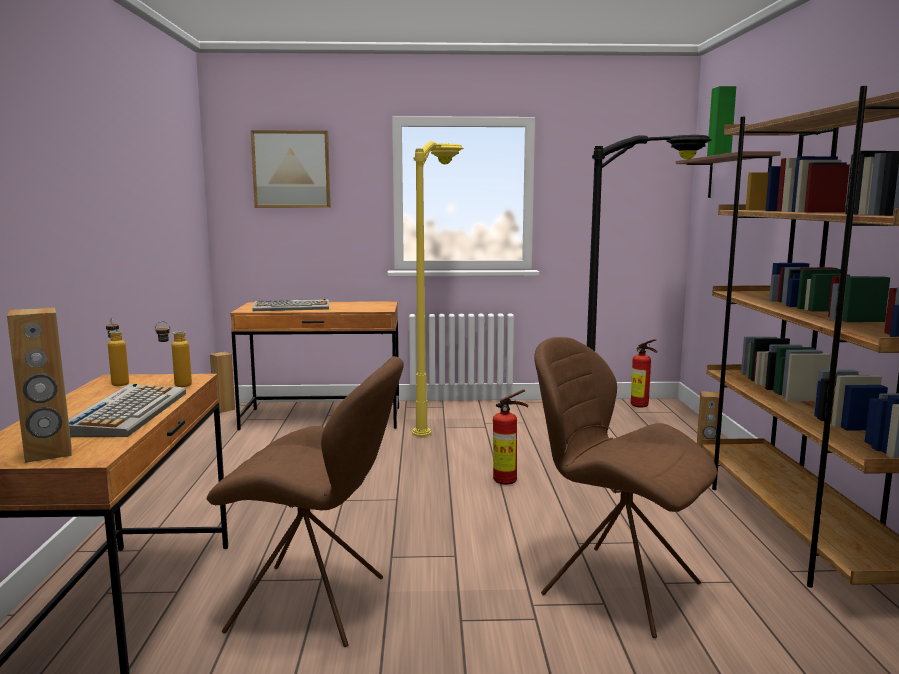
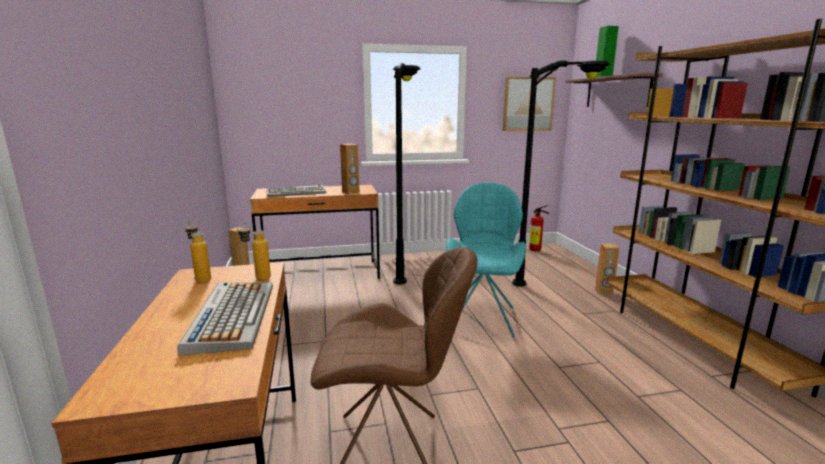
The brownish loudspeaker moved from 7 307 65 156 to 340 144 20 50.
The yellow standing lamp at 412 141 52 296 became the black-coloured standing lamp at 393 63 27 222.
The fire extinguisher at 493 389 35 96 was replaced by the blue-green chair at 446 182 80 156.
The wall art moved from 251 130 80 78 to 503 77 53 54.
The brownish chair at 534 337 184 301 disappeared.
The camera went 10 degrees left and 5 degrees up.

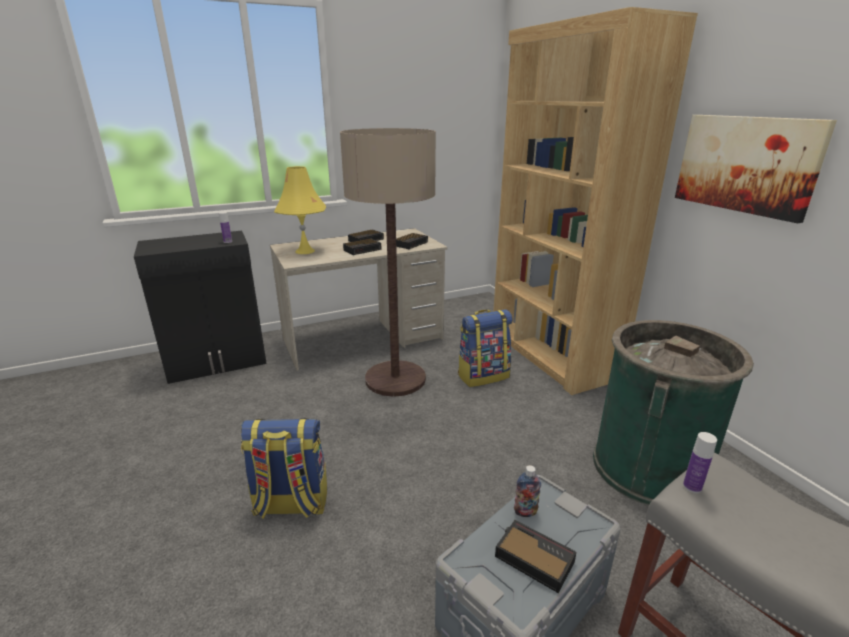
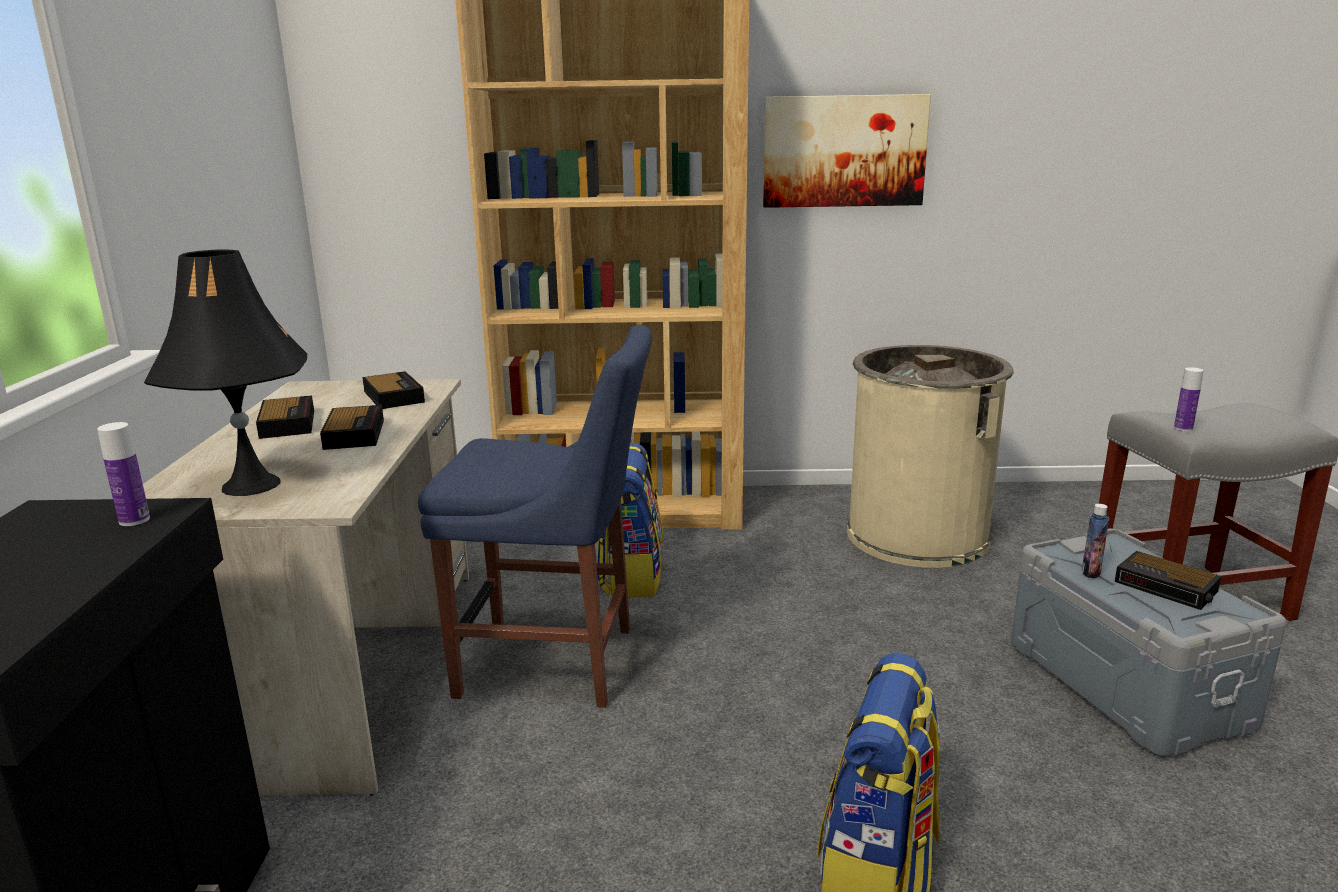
The yellow tabletop lamp at 274 166 52 88 became the black-coloured tabletop lamp at 144 249 163 247.
The standing lamp at 340 128 96 269 was replaced by the blue chair at 418 325 234 383.
The greenish trash can at 593 320 161 186 became the sand-coloured trash can at 847 345 167 223.
The bedside clock at 495 520 81 73 turned 105 degrees counterclockwise.
The camera went 65 degrees left and 5 degrees down.

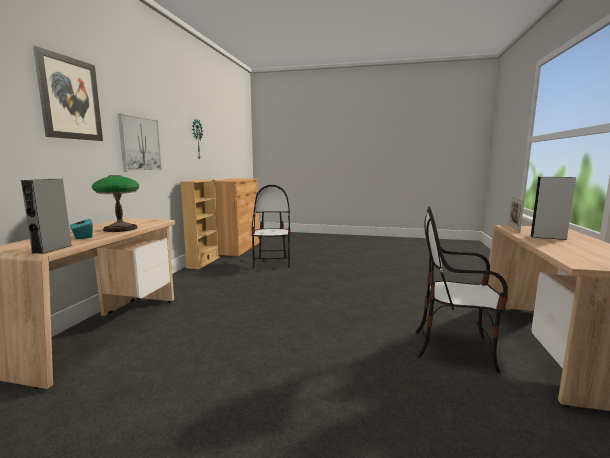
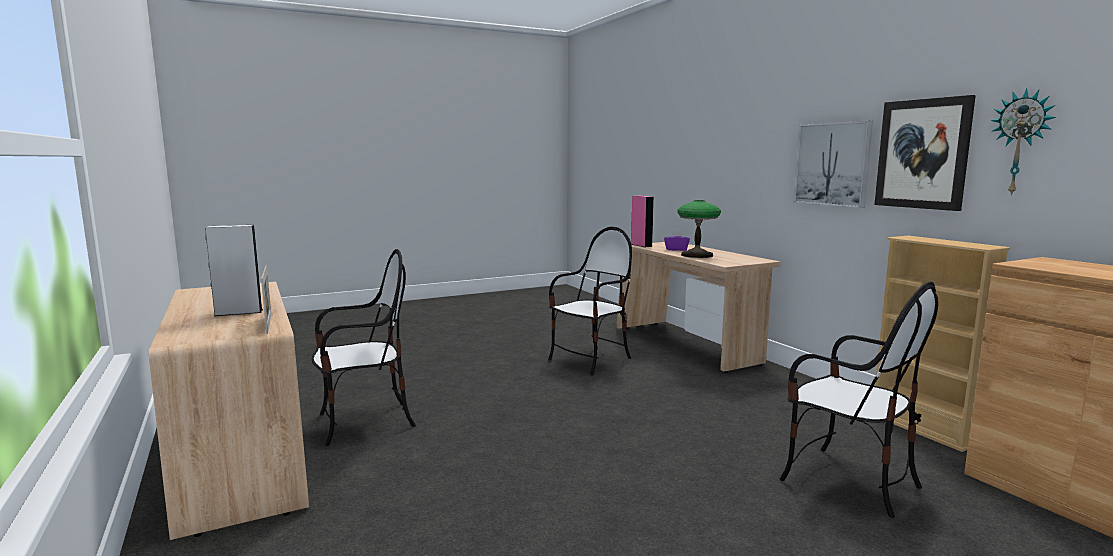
The chair at 548 227 84 148 appeared.
The greyish loudspeaker at 21 179 51 75 became the pinkish loudspeaker at 631 196 23 51.
The blue-green box of tissues at 70 216 23 23 became the purple box of tissues at 664 230 26 21.
The wall art moved from 33 46 70 95 to 874 95 102 116.
The camera went 140 degrees right and 0 degrees up.

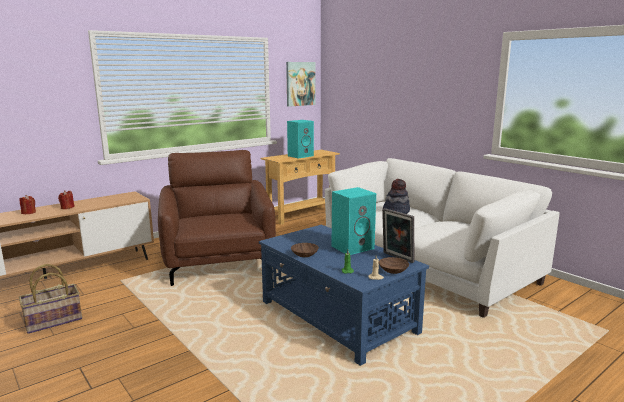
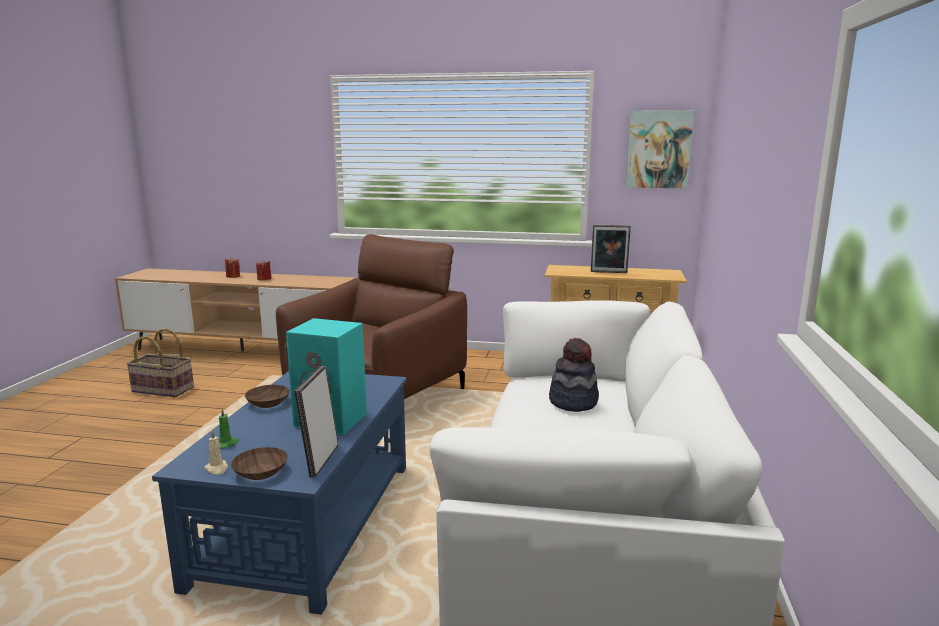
The blue-green loudspeaker at 287 120 27 39 was replaced by the standing frame at 591 225 40 48.
The camera went 50 degrees right and 0 degrees up.

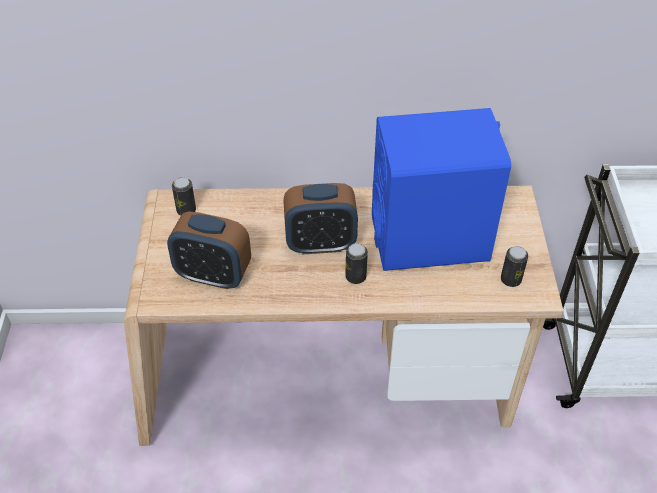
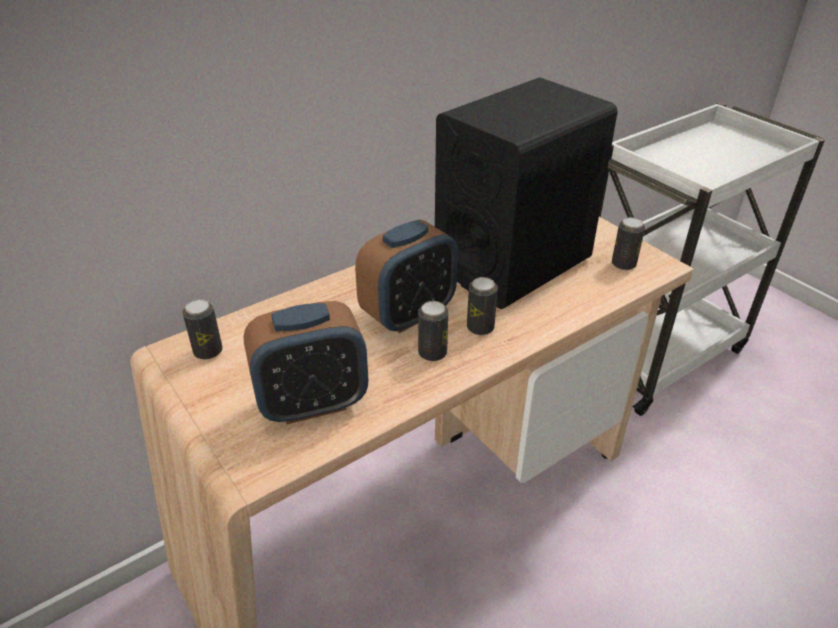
The can at 418 301 30 60 appeared.
The blue loudspeaker at 372 108 139 163 became the black-coloured loudspeaker at 435 77 183 232.
The camera went 35 degrees left and 10 degrees down.

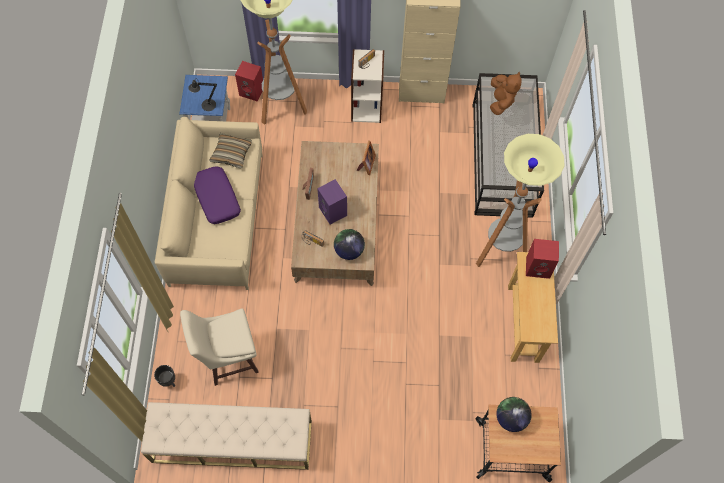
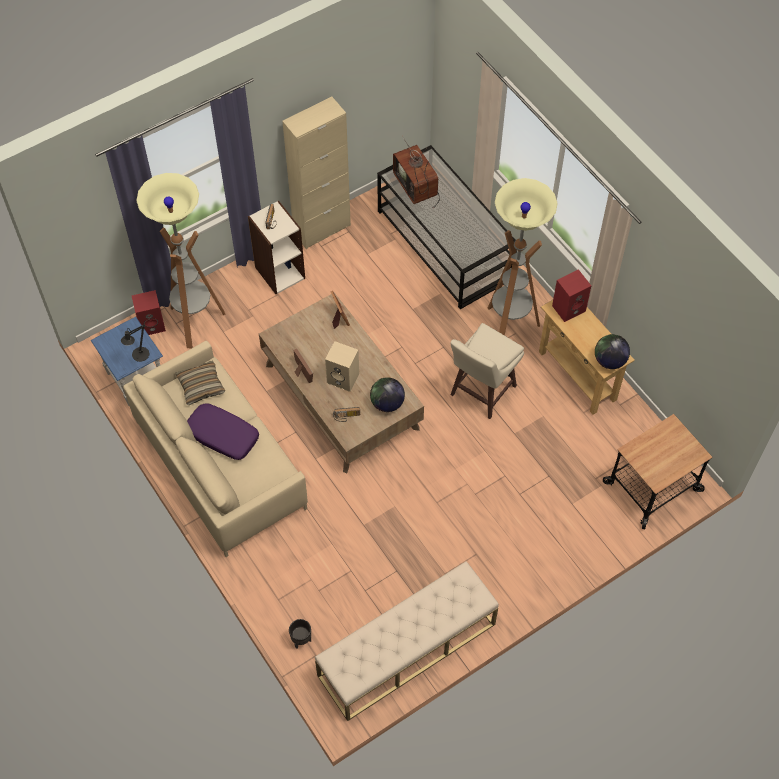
The purple loudspeaker at 317 179 30 45 became the sand-coloured loudspeaker at 325 341 34 51.
The brownish cuddly toy at 490 72 32 43 was replaced by the TV set at 393 136 47 72.
The sand-coloured stool moved from 180 308 79 78 to 450 323 74 96.
The desk globe moved from 496 397 36 35 to 595 334 35 35.
The camera went 35 degrees left and 5 degrees down.

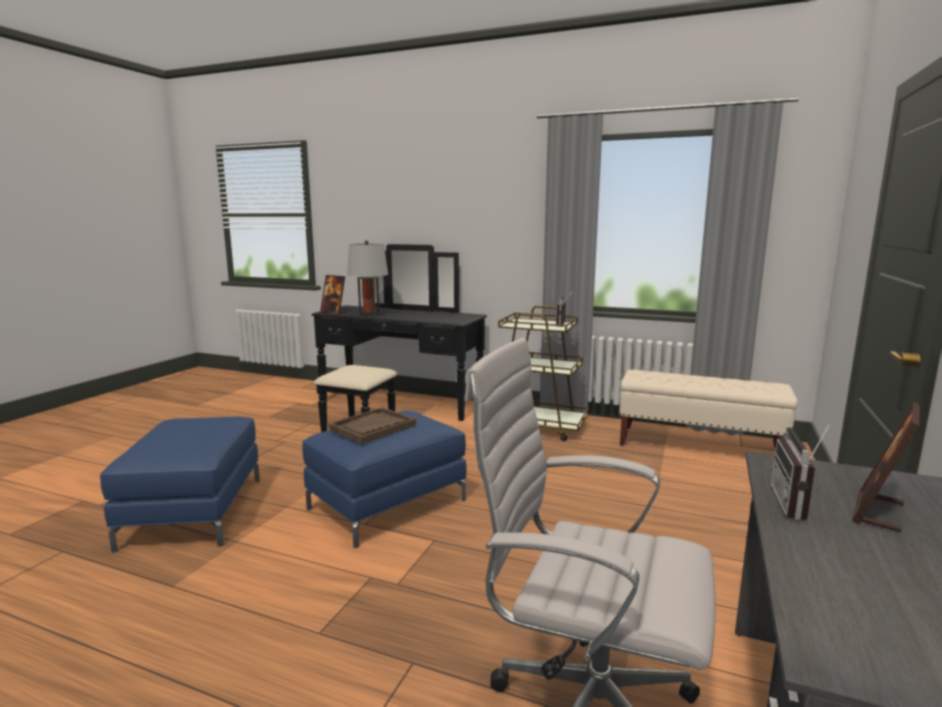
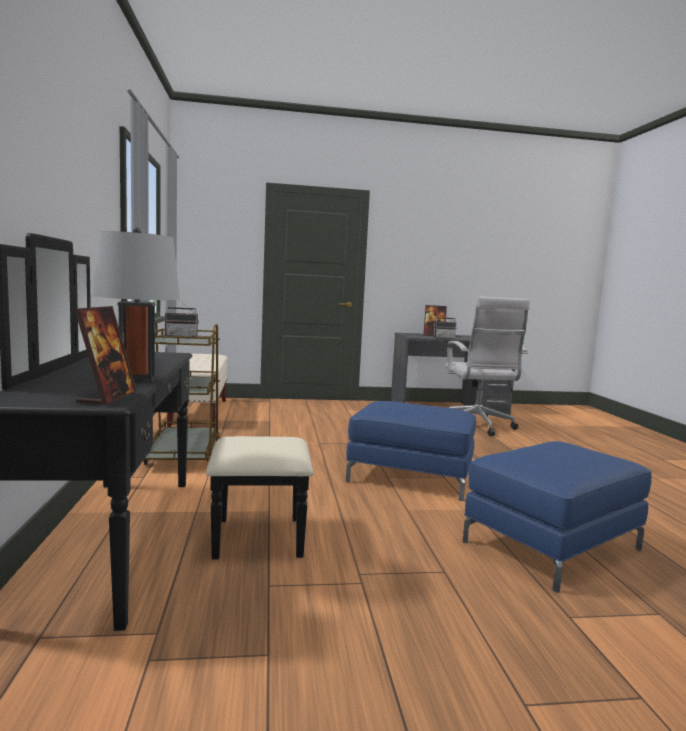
The brownish serving tray at 329 407 87 37 disappeared.
The camera went 120 degrees left and 5 degrees down.

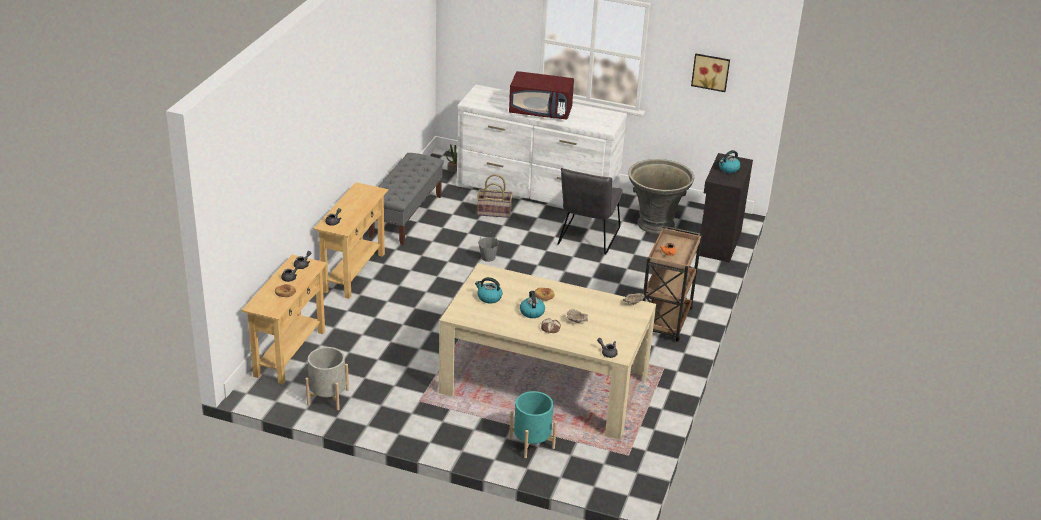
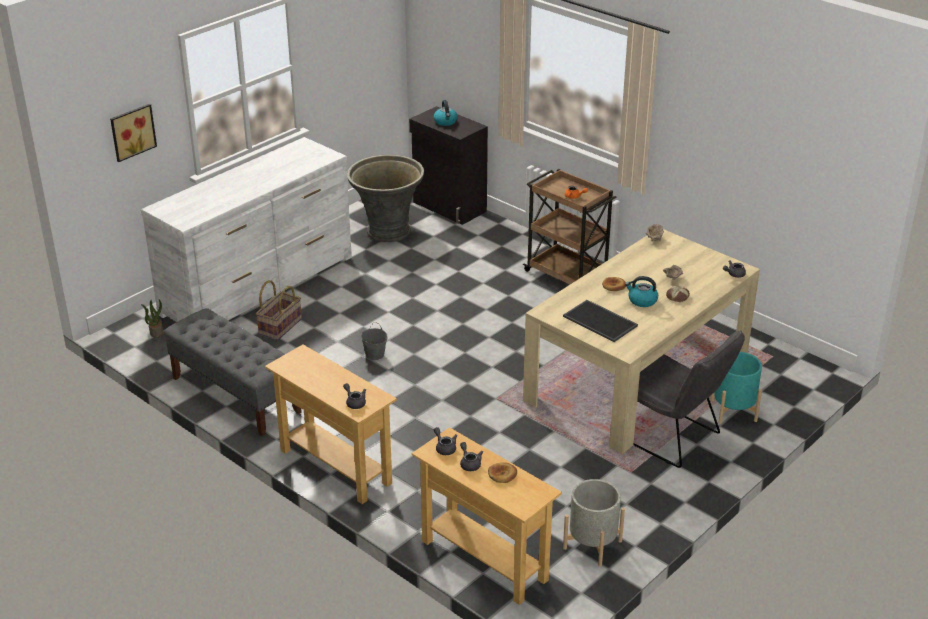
The wall art moved from 691 53 39 39 to 110 104 47 58.
The tea kettle at 475 277 27 27 was replaced by the serving tray at 563 300 75 42.
The greyish chair moved from 557 168 66 87 to 633 330 112 138.
The red-coloured kitchen microwave at 509 71 65 49 disappeared.
The camera went 65 degrees left and 0 degrees up.

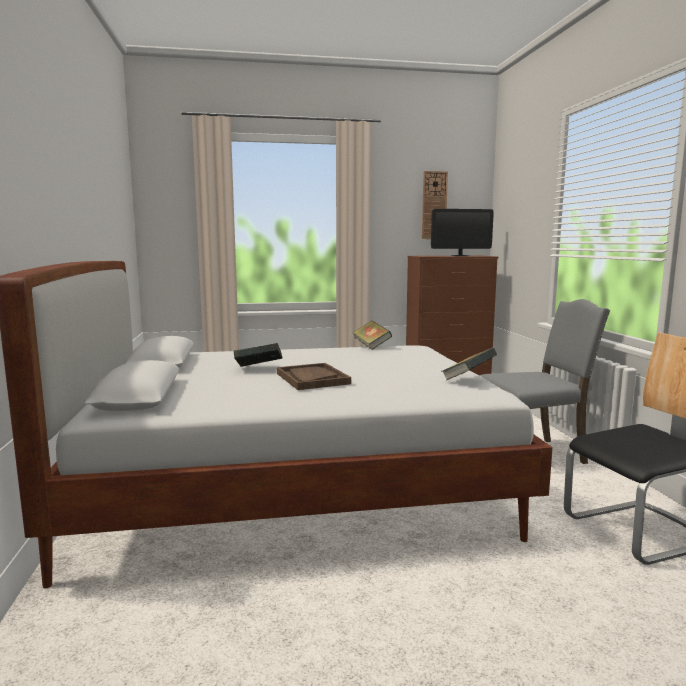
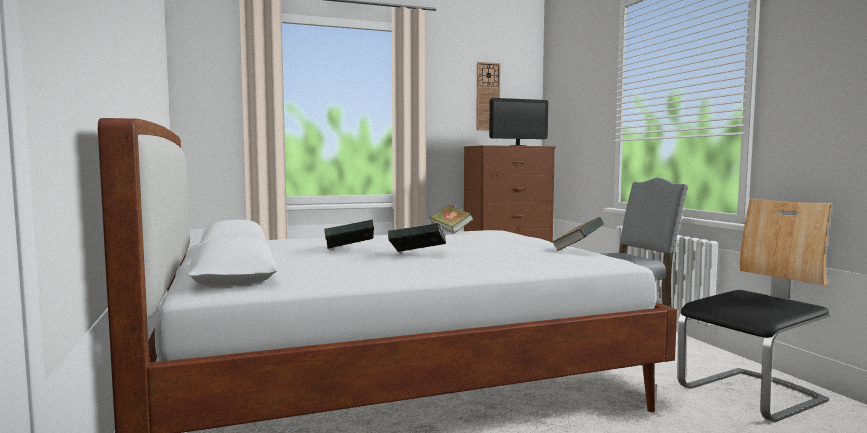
The brownish serving tray at 277 363 74 27 was replaced by the volume at 388 223 58 29.
The camera went 10 degrees left and 5 degrees down.

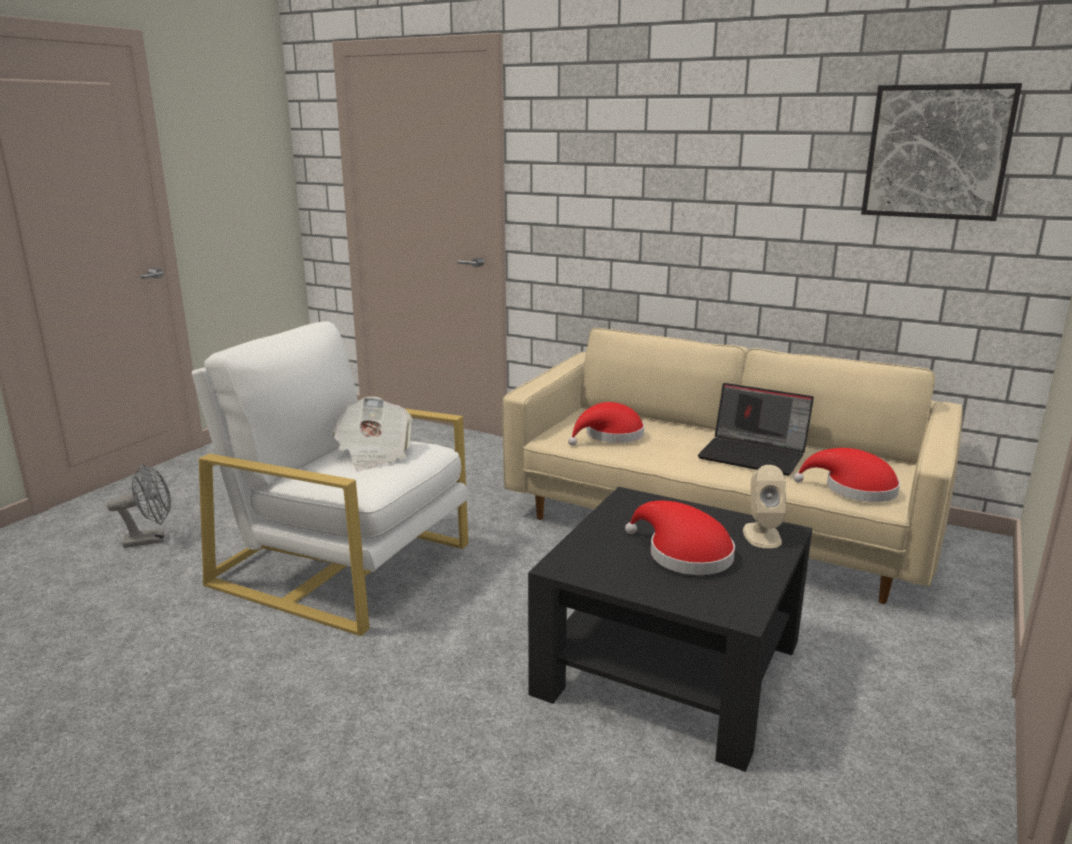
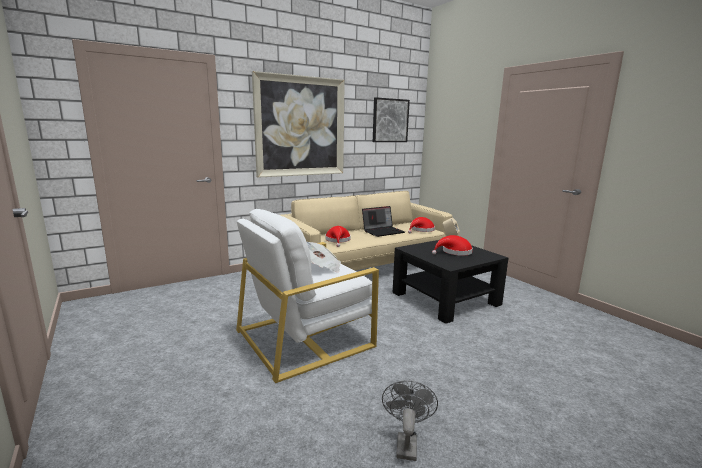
The wall art at 252 71 93 107 appeared.
The greyish cooling fan moved from 107 464 64 84 to 382 380 56 81.
The camera went 60 degrees left and 5 degrees down.

